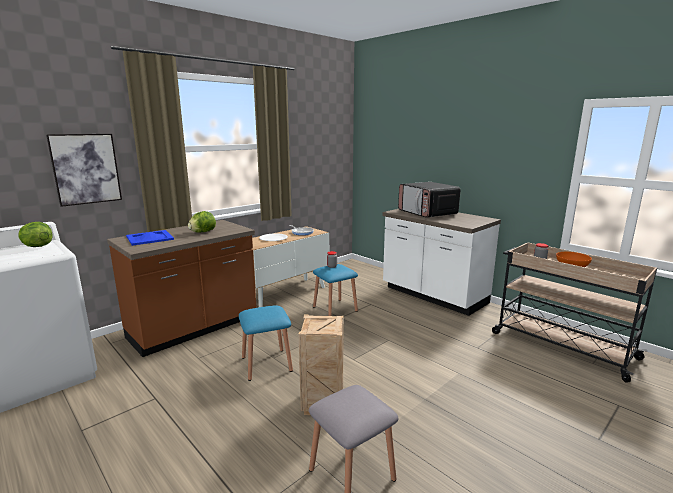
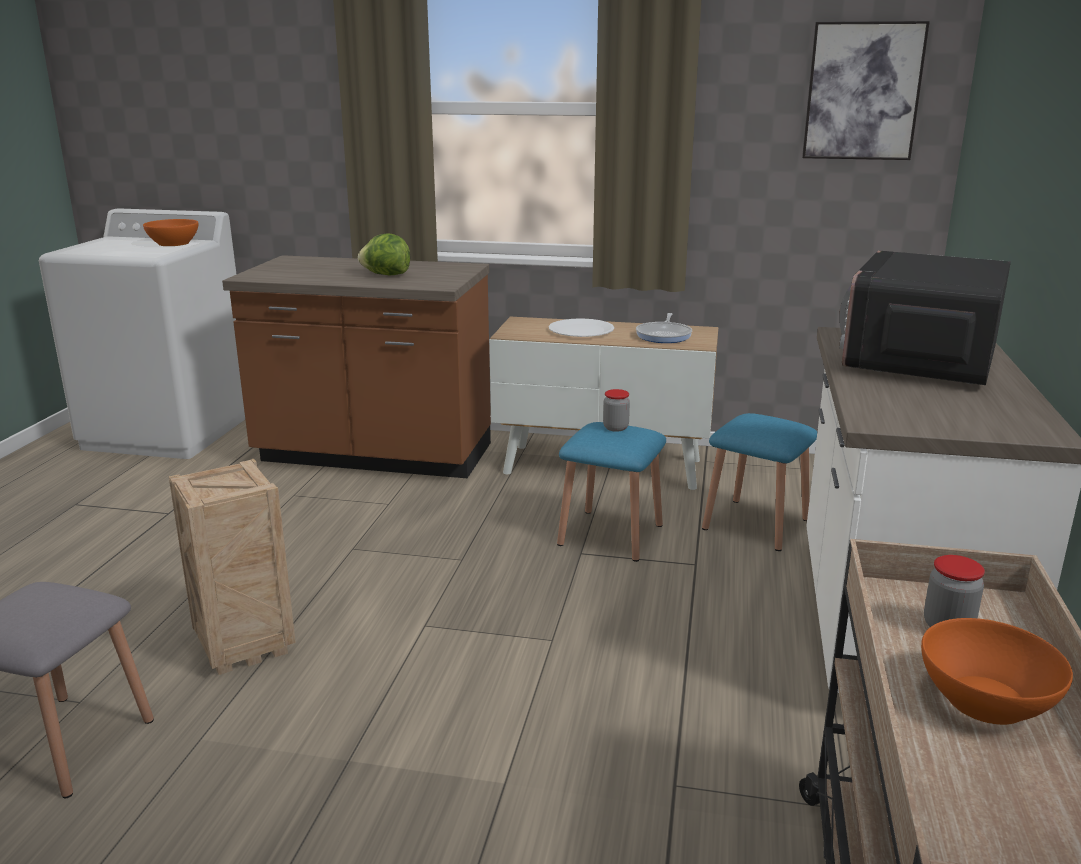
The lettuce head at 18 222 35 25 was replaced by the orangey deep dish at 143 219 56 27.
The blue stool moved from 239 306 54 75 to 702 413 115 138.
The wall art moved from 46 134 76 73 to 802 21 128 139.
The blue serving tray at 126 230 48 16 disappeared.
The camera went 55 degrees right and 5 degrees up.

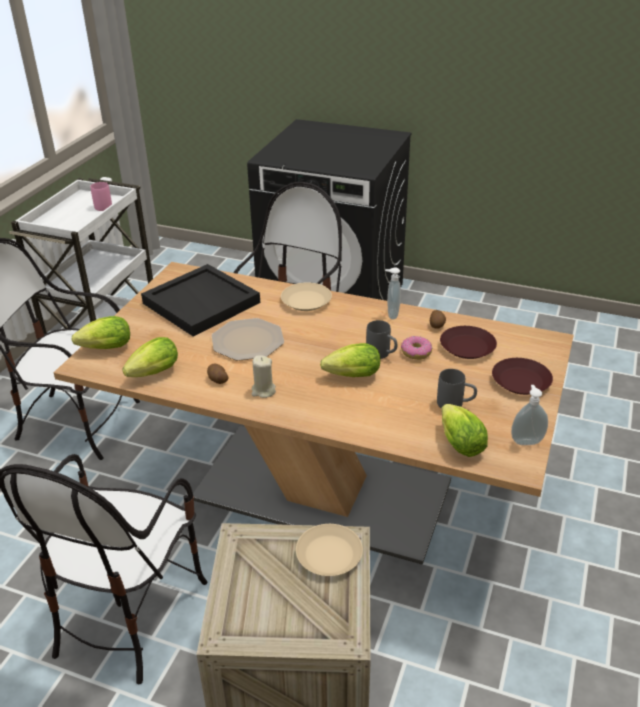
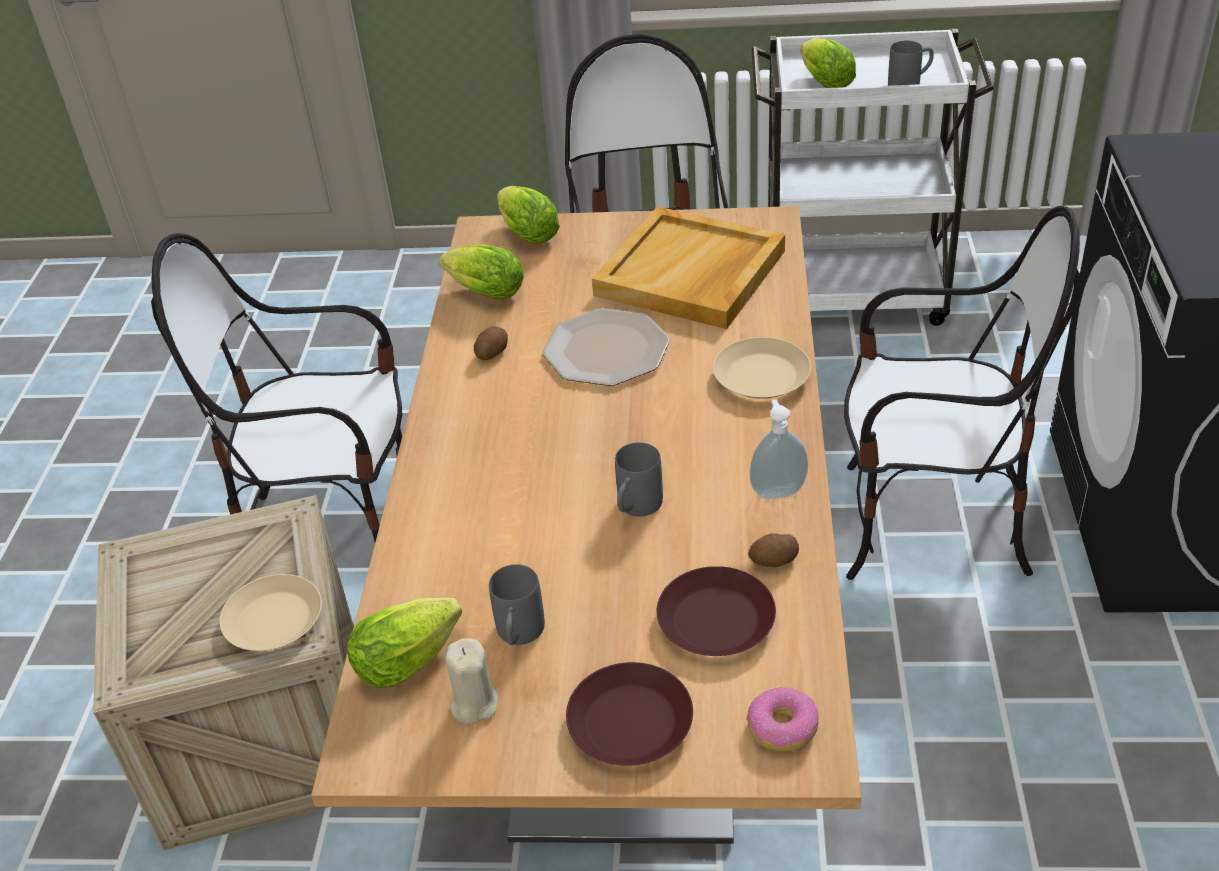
The sand-coloured wax candle moved from 251 355 25 43 to 445 638 53 86.
The black-coloured serving tray at 141 264 119 73 became the sand-coloured serving tray at 592 207 193 122.
The doughnut moved from 401 336 31 24 to 747 687 72 64.
The lettuce head moved from 320 343 60 34 to 800 38 56 50.
The pinkish mug at 90 182 22 29 became the greyish mug at 888 41 46 45.
The soap dispenser at 511 385 37 60 disappeared.
The camera went 75 degrees right and 5 degrees up.

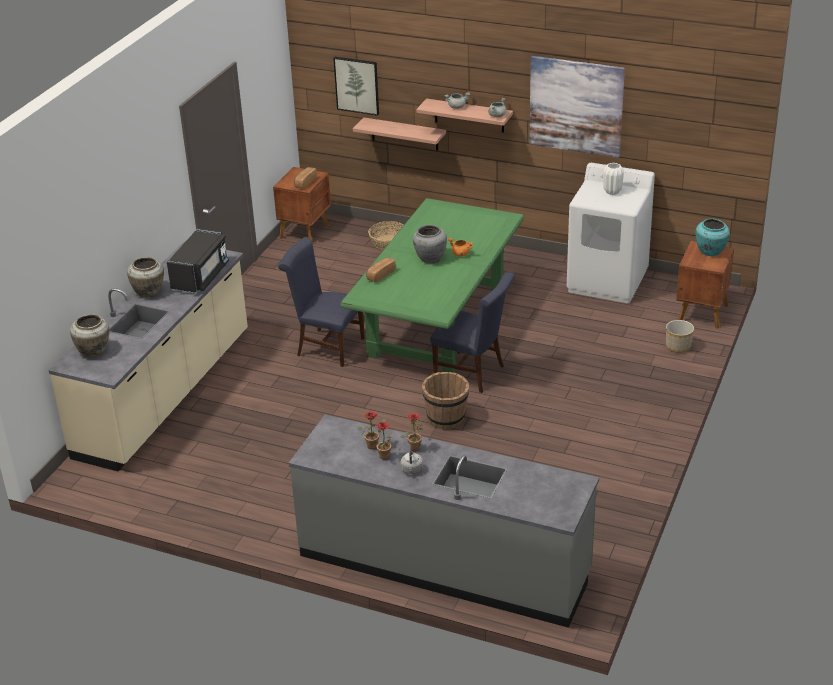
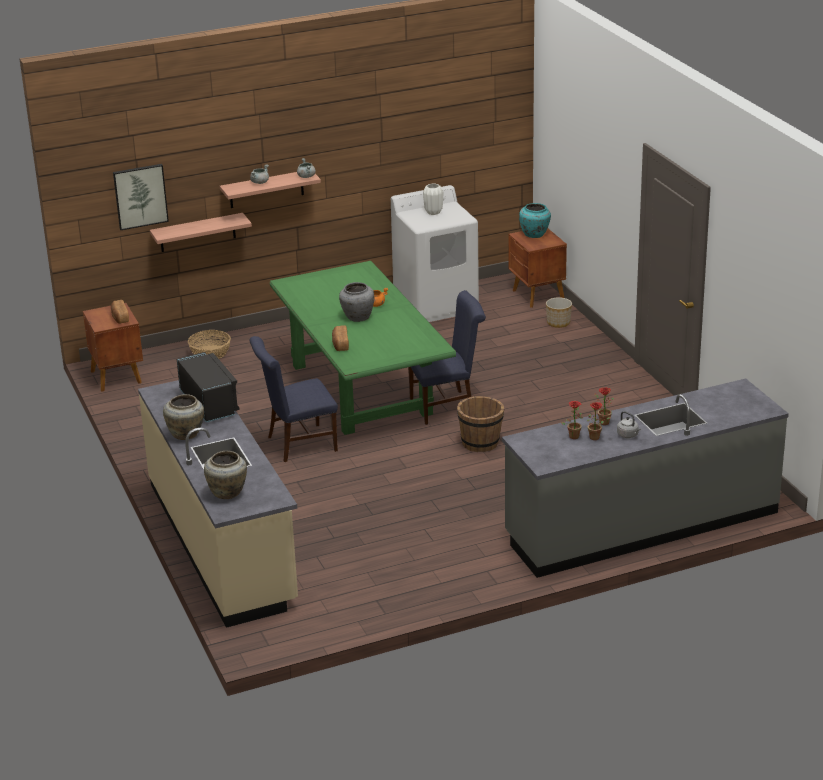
The wall art at 529 56 96 102 disappeared.
The camera went 45 degrees left and 5 degrees down.

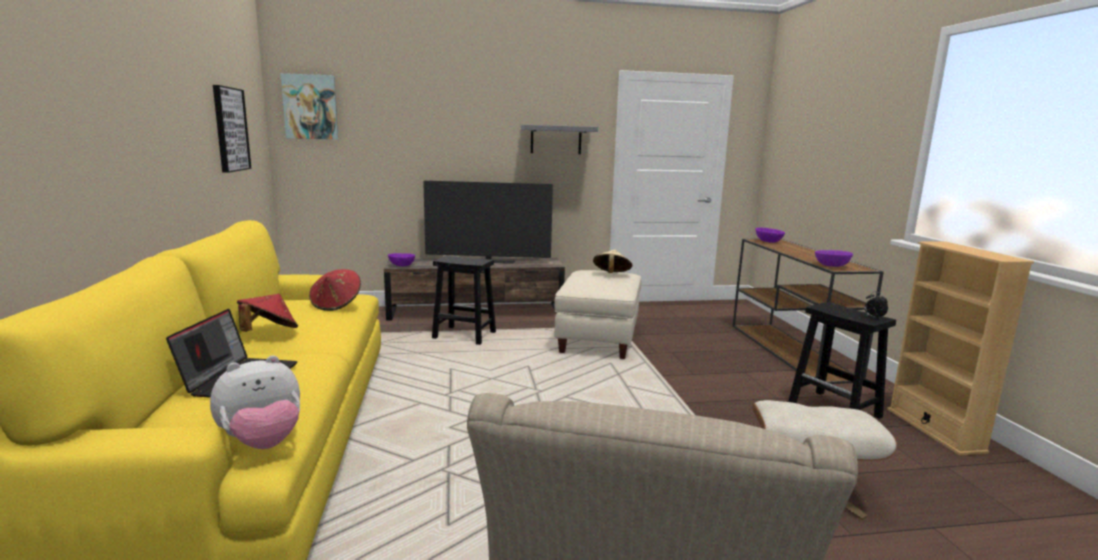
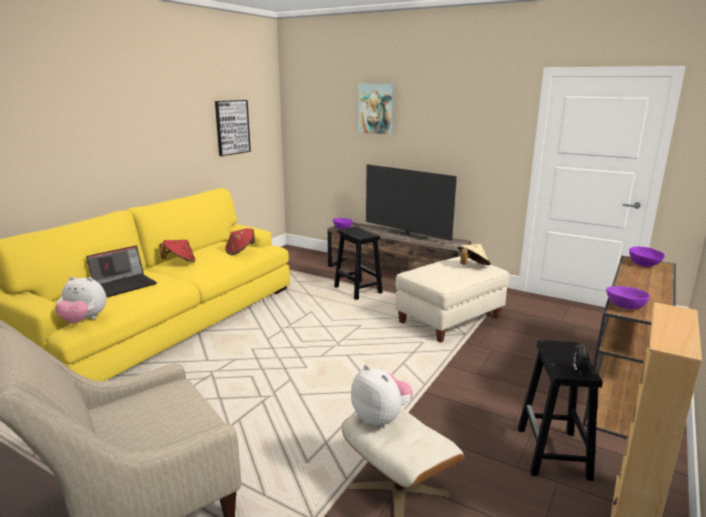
The cuddly toy at 351 365 62 63 appeared.
The wall art moved from 281 73 57 67 to 358 84 36 50.
The greyish bracket shelf at 521 125 77 29 disappeared.
The camera went 40 degrees right and 5 degrees up.

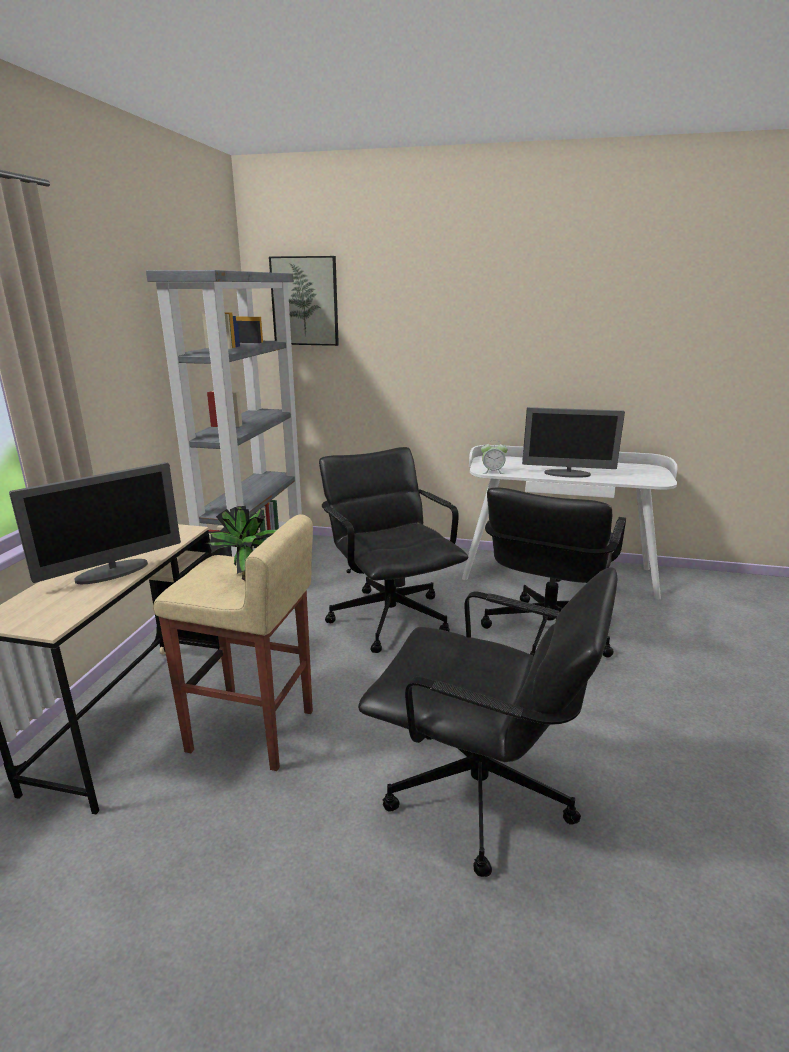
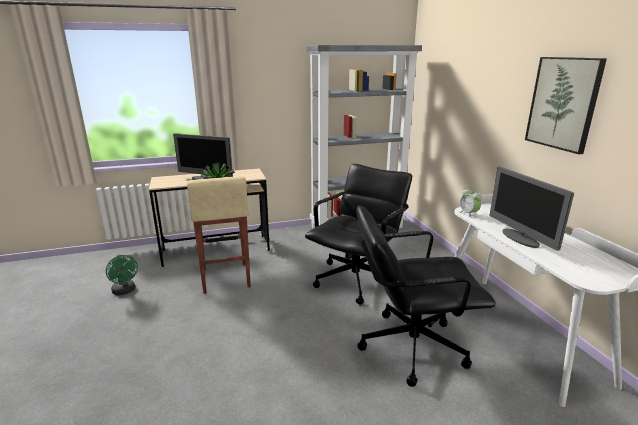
The greenish cooling fan at 106 255 32 40 appeared.
The wall art moved from 269 256 70 90 to 525 57 82 97.
The black-coloured computer chair at 358 567 260 310 disappeared.
The camera went 60 degrees right and 0 degrees up.

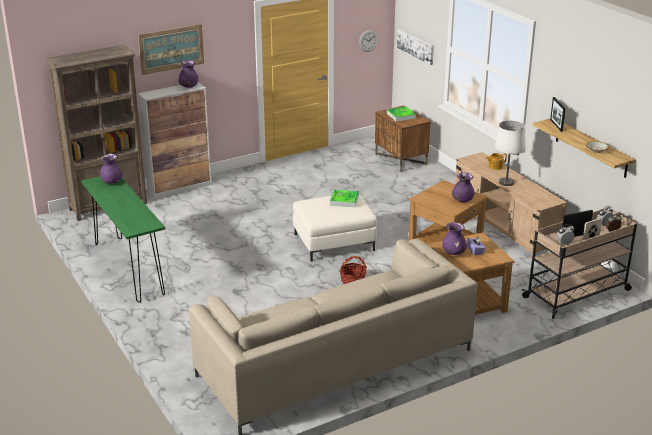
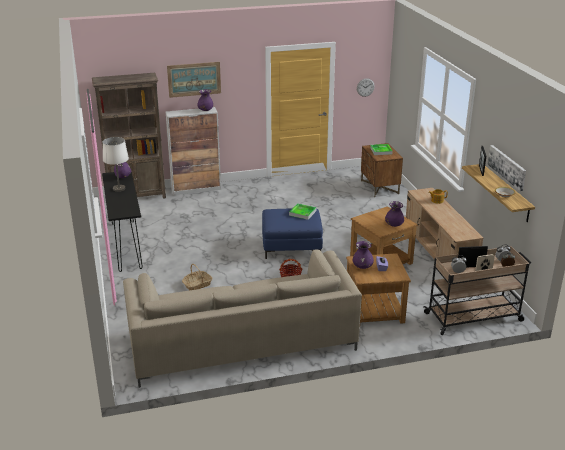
The greenish narrow table at 81 176 84 126 became the black-coloured narrow table at 102 172 41 100.
The whitish tabletop lamp moved from 495 121 31 65 to 103 137 26 55.
The storage basket at 182 264 30 26 appeared.
The whitish footrest at 293 195 84 66 became the blue footrest at 262 208 61 51.
The wall art moved from 397 29 37 36 to 487 145 39 46.
The camera went 15 degrees right and 0 degrees up.

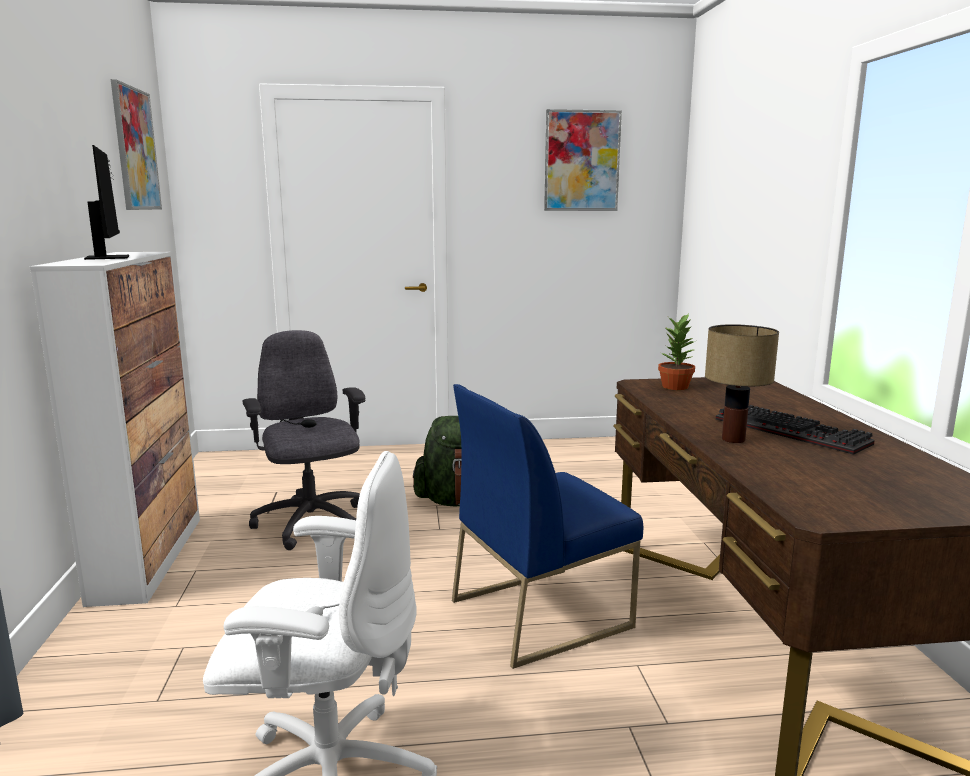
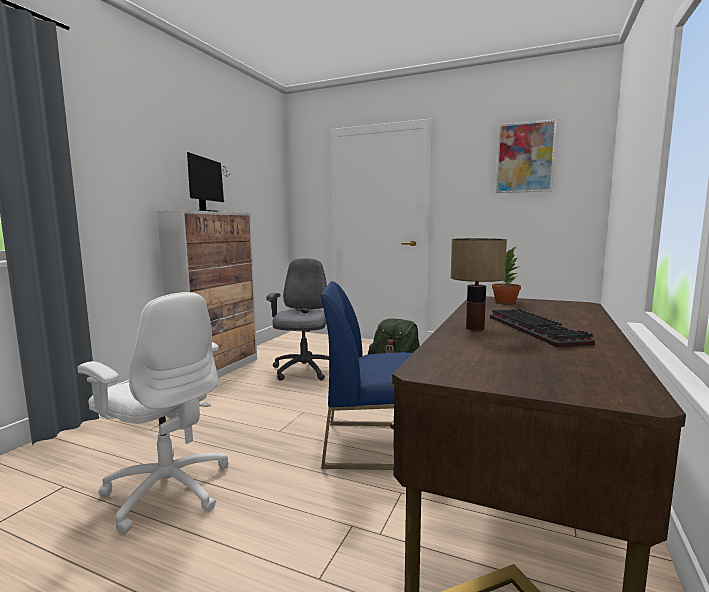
The wall art at 111 79 51 131 disappeared.
The camera went 30 degrees right and 5 degrees down.

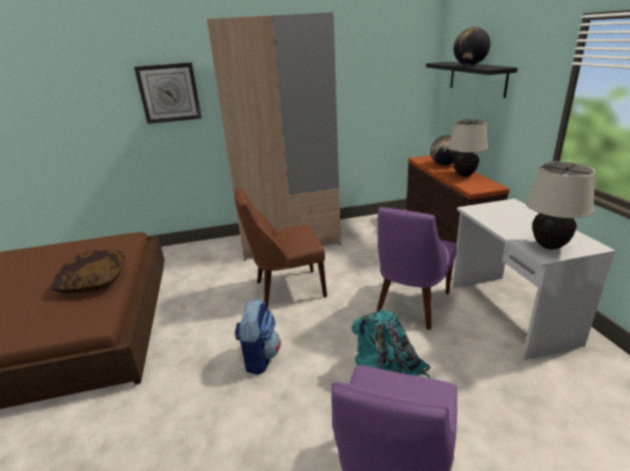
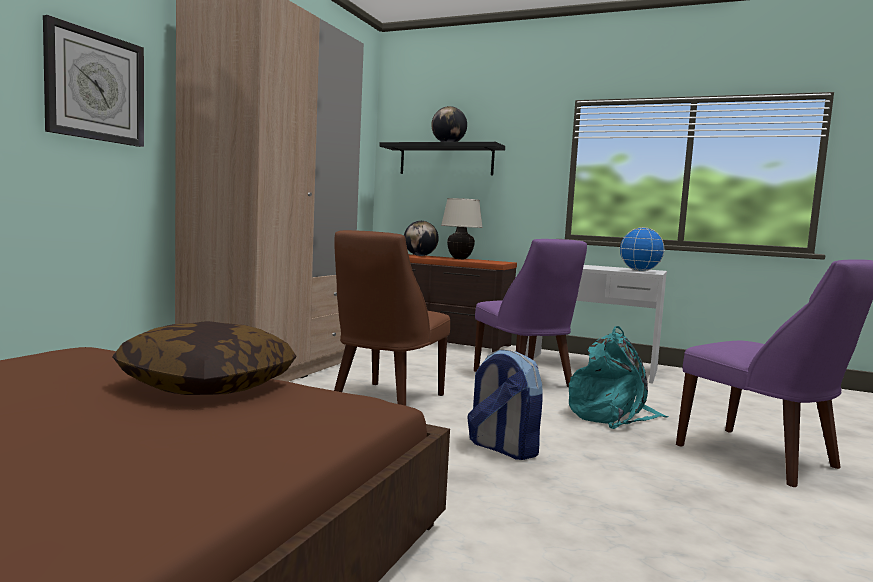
The sand-coloured tabletop lamp at 525 162 71 88 was replaced by the desk globe at 620 227 45 44.
The camera went 55 degrees left and 20 degrees down.

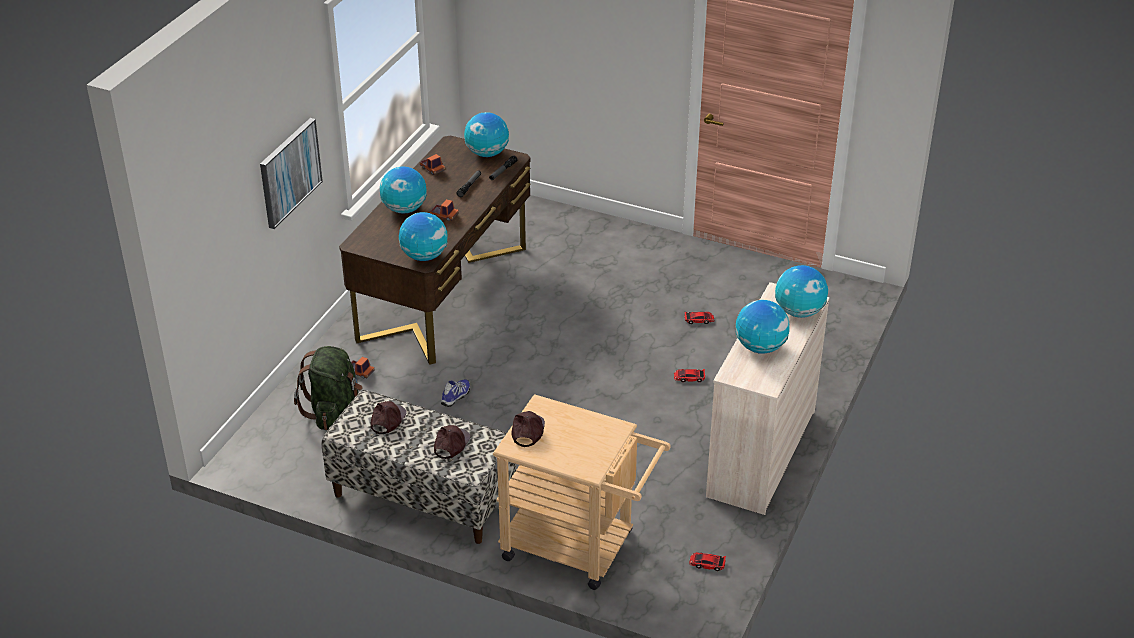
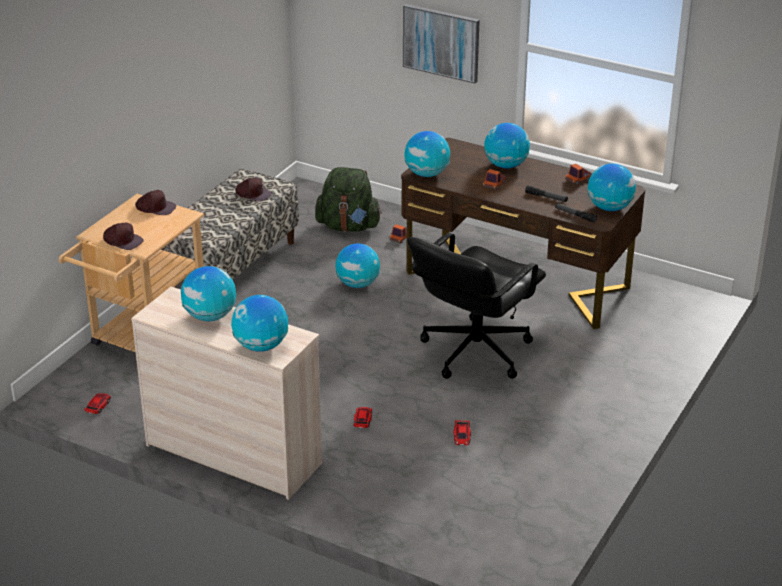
The brownish cap moved from 434 425 36 34 to 103 223 41 27.
The item of footwear at 441 379 29 28 was replaced by the desk globe at 335 243 45 45.
The black-coloured computer chair at 407 232 139 147 appeared.
The camera went 95 degrees right and 5 degrees down.

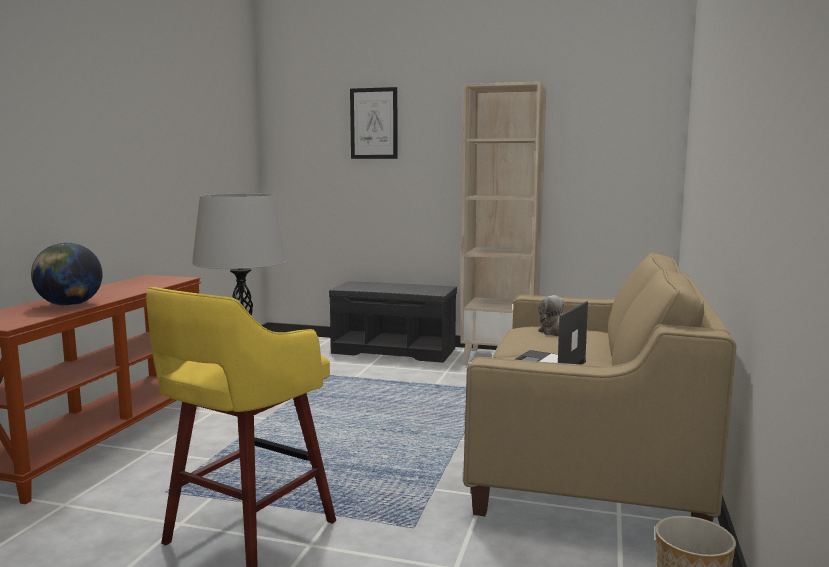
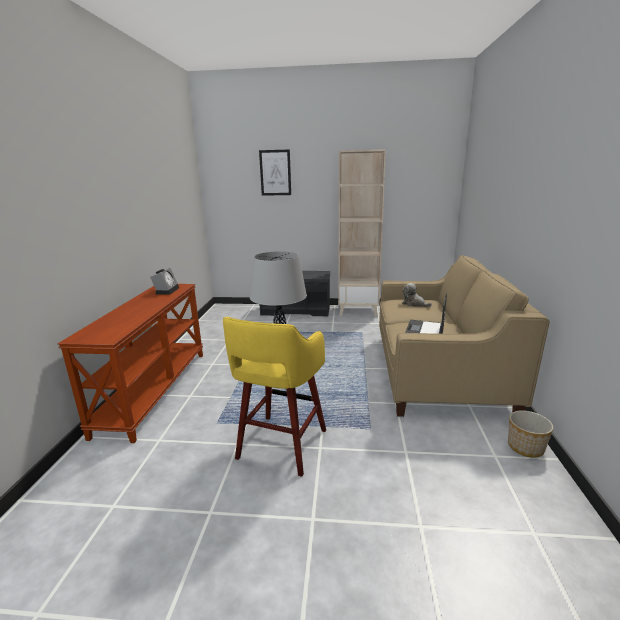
The bedside clock at 150 268 29 27 appeared.
The desk globe at 31 243 72 63 disappeared.
The camera went 10 degrees left and 10 degrees up.

